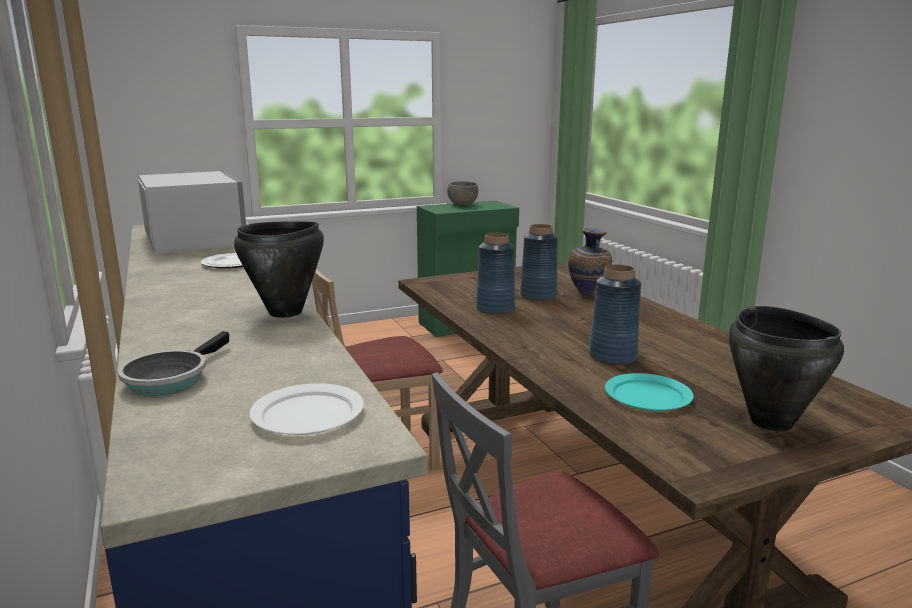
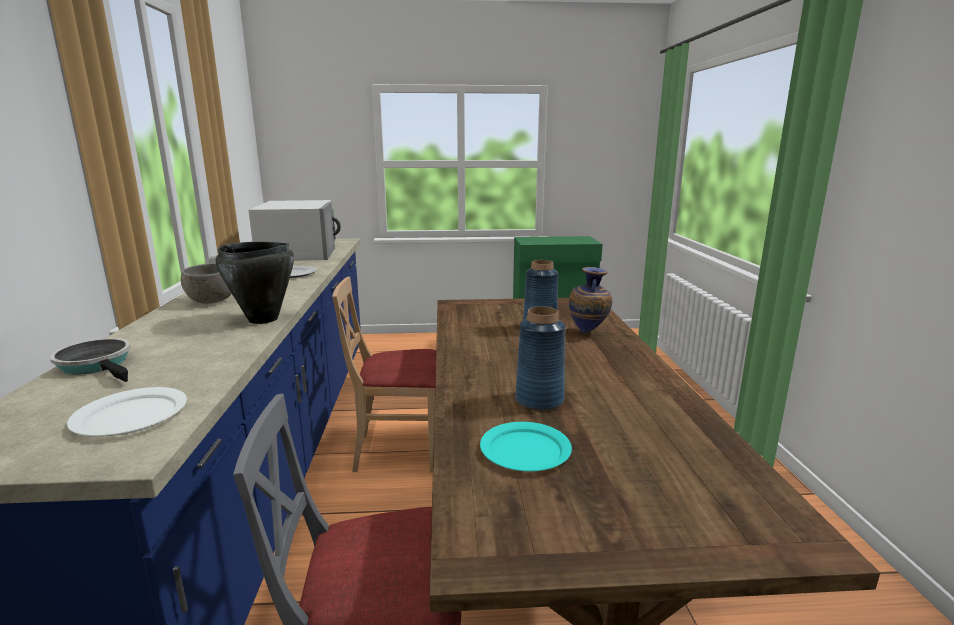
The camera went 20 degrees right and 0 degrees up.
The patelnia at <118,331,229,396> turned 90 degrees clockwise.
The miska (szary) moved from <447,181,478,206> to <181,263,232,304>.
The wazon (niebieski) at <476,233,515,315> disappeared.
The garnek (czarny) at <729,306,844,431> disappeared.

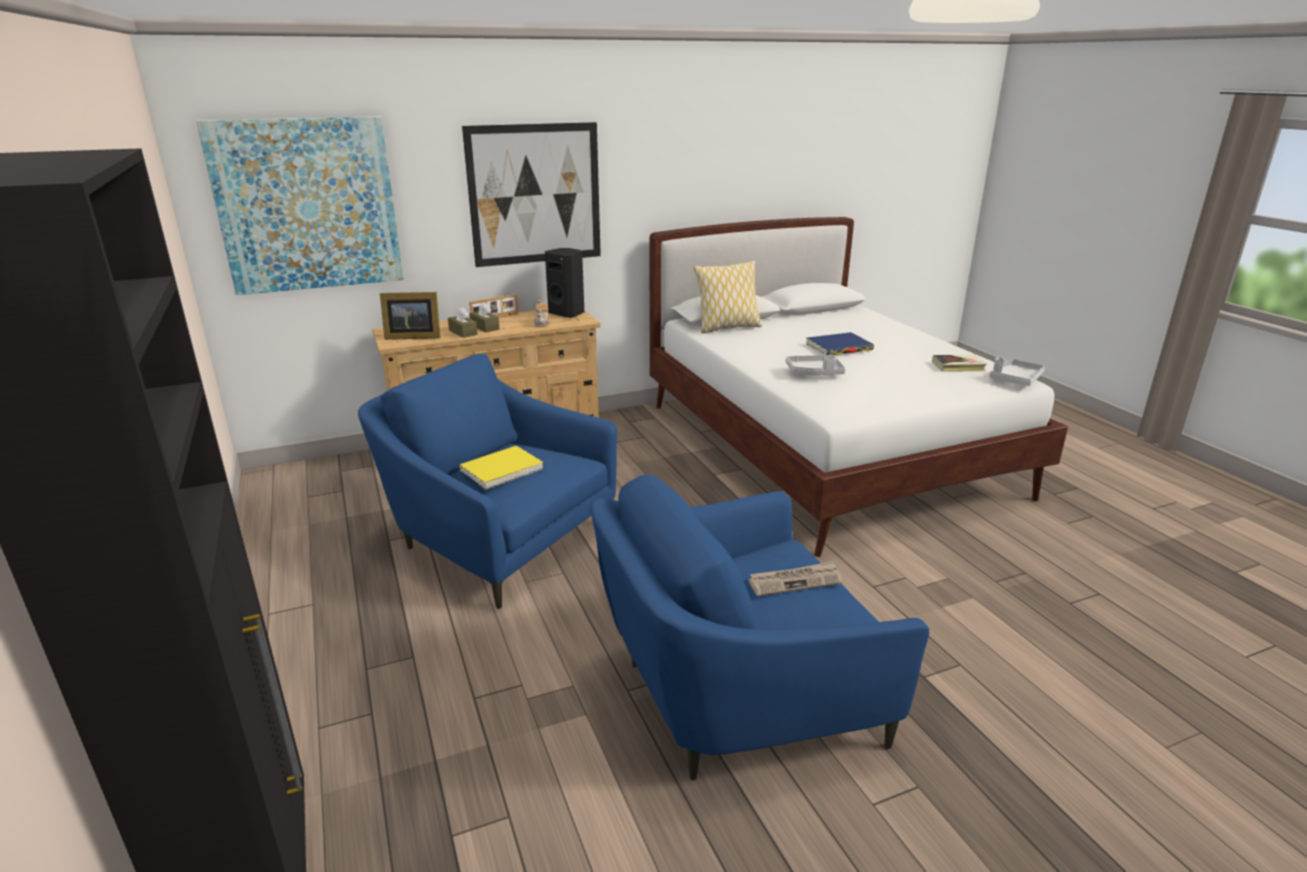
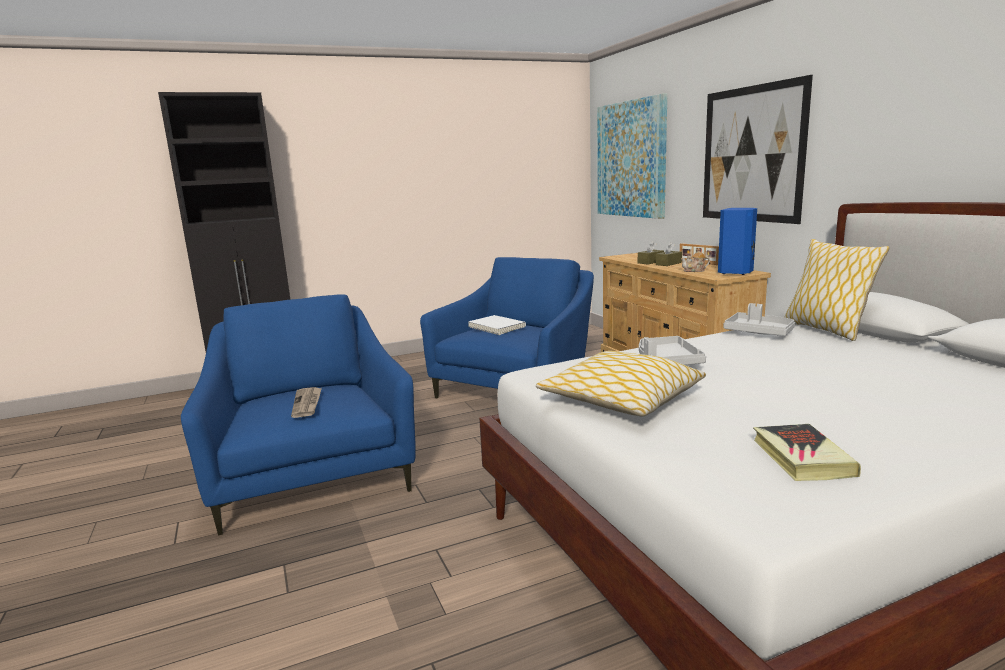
The camera went 90 degrees right and 10 degrees down.
The książka (żółty) at <459,446,543,490> became the książka (biały) at <468,315,526,335>.
The poduszka at <536,351,706,416> appeared.
The głośnik (czarny) at <545,248,584,318> became the głośnik (niebieski) at <718,208,757,275>.
The taca (szary) moved from <989,356,1045,386> to <724,303,795,336>.
The ramka na zdjęcie at <380,292,440,340> disappeared.
The książka (niebieski) at <806,332,874,355> disappeared.

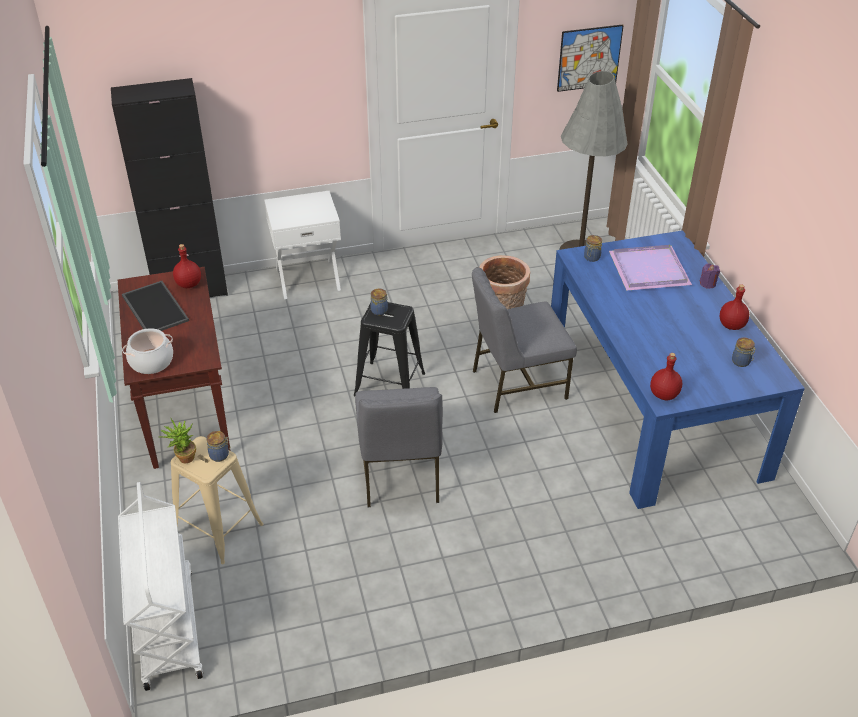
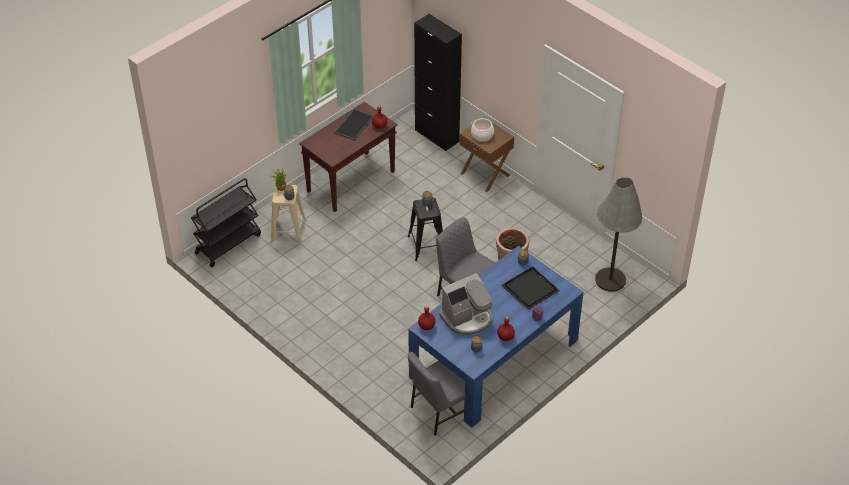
The camera went 60 degrees right and 5 degrees up.
The wózek (biały) at <118,482,203,691> became the wózek (czarny) at <191,178,261,267>.
The krzesło (szary) moved from <355,387,443,507> to <408,352,466,436>.
The ekspres do kawy at <439,273,493,335> appeared.
The szafka nocna (biały) at <264,191,341,299> became the szafka nocna (brązowy) at <459,117,514,192>.
The garnek moved from <122,328,173,374> to <471,118,494,142>.
The taca (fioletowy) at <609,245,692,291> became the taca (czarny) at <501,266,560,310>.
The obraz at <557,24,624,92> disappeared.

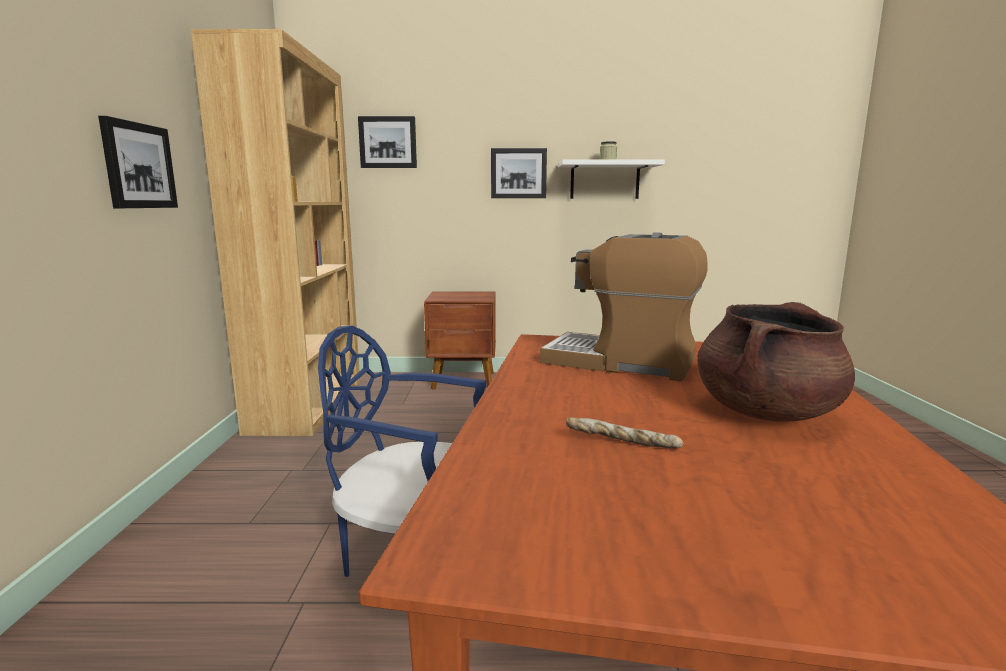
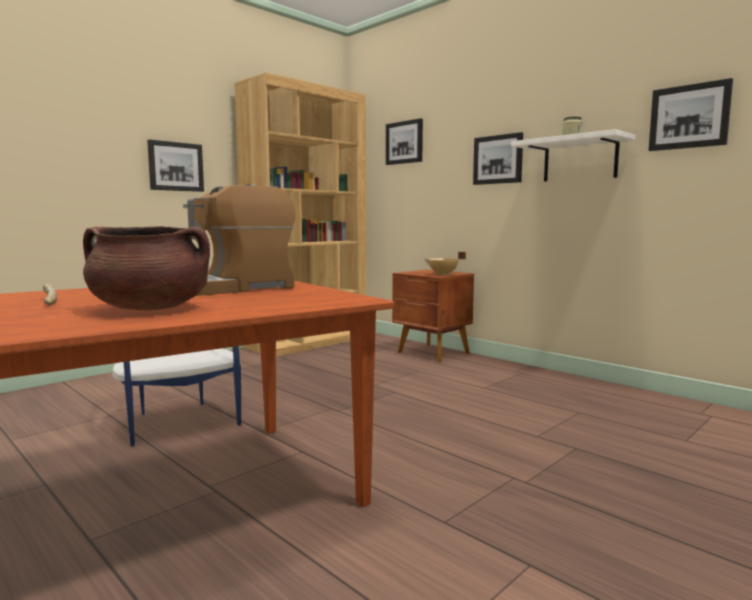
The camera went 45 degrees right and 5 degrees down.
The ekspres do kawy at <540,233,708,381> turned 105 degrees counterclockwise.
The garnek (beżowy) at <424,252,466,275> appeared.
The obraz at <649,78,733,151> appeared.

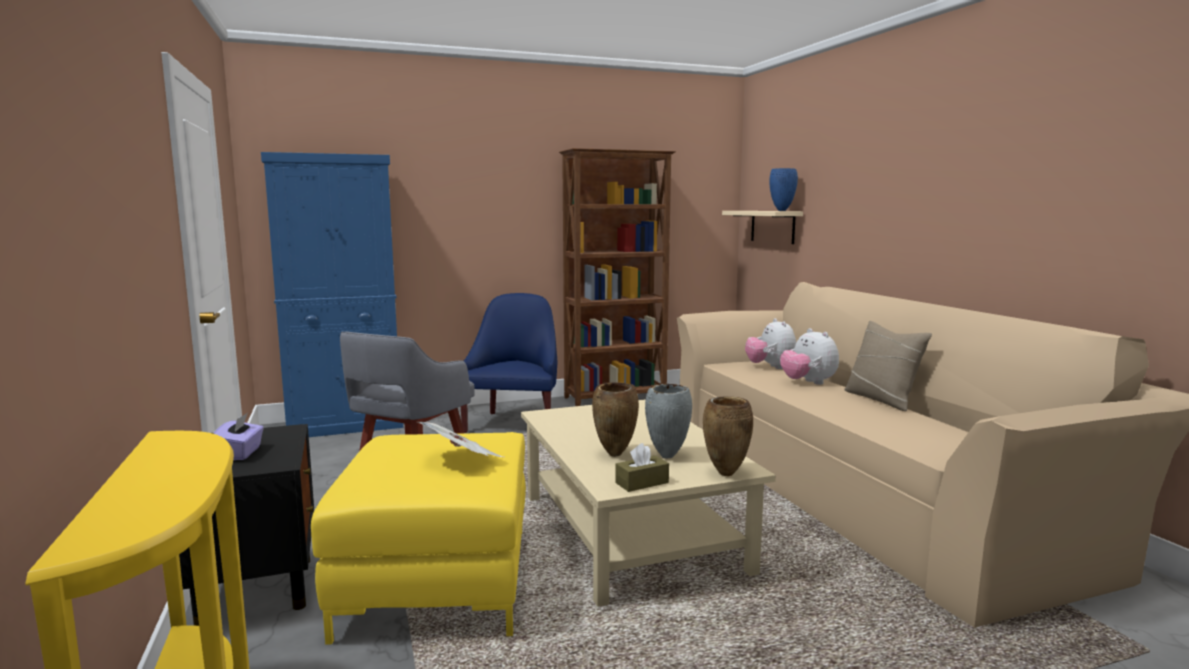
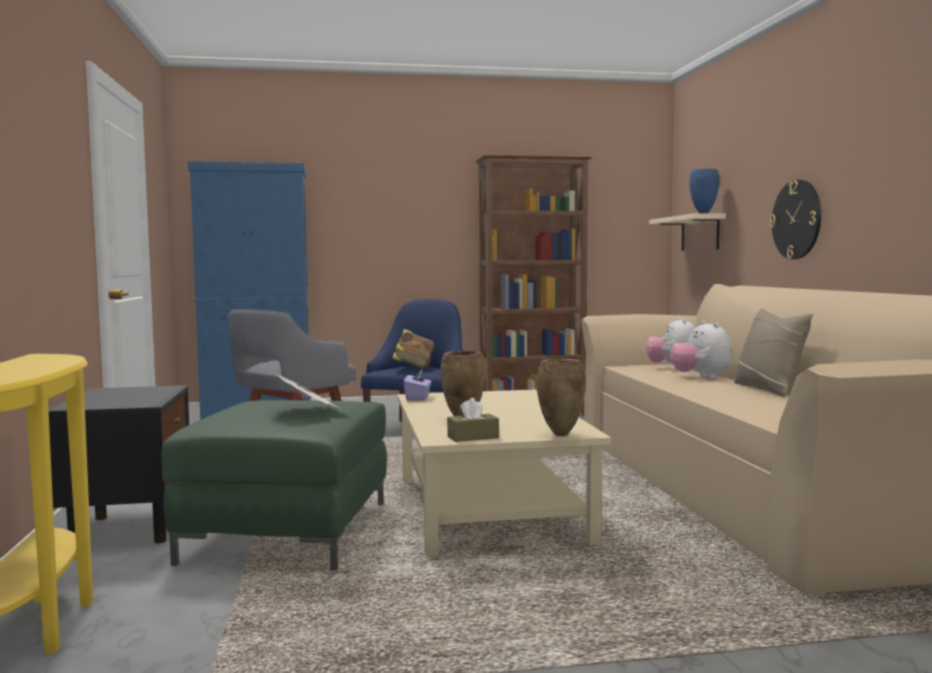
The camera went 10 degrees right and 5 degrees down.
The pufa (żółty) at <311,432,526,645> became the pufa (zielony) at <161,400,387,570>.
The książka at <392,329,434,369> appeared.
The pudełko chusteczek (fioletowy) moved from <213,413,264,460> to <404,369,431,401>.
The zegar ścienny at <770,180,821,259> appeared.
The wazon (szary) at <645,384,692,459> disappeared.

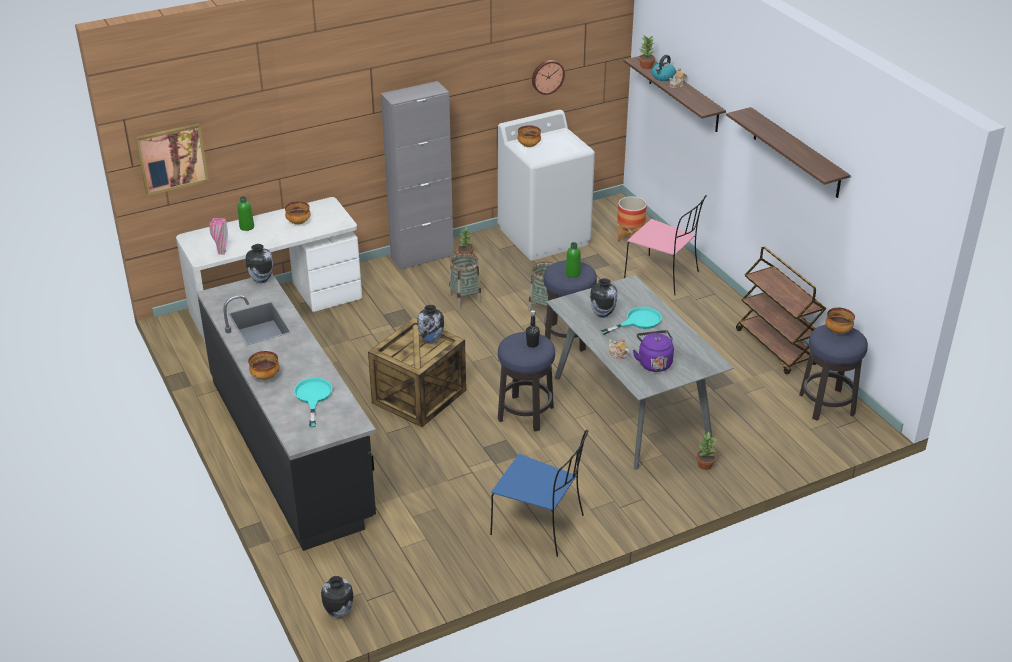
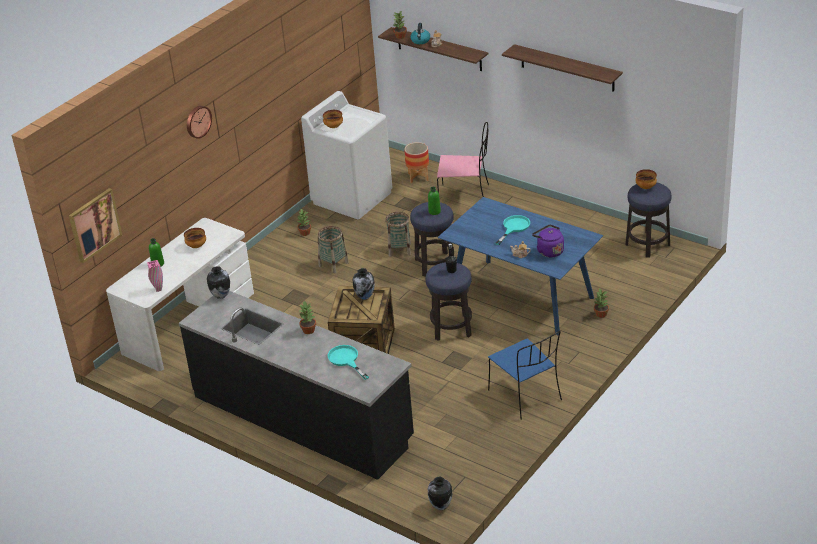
The camera went 25 degrees left and 0 degrees up.
The zegar ścienny moved from <532,60,565,95> to <187,106,212,139>.
The roślina doniczkowa at <299,300,316,334> appeared.
The stół jadalny (szary) at <546,275,734,470> became the stół jadalny (niebieski) at <438,197,603,336>.
The krzesło (niebieski) at <490,430,588,557> turned 60 degrees clockwise.
The miska at <248,351,280,380> disappeared.
The szafka (szary) at <381,81,454,270> disappeared.
The wazon at <590,278,617,318> disappeared.
The wózek (brązowy) at <736,246,826,374> disappeared.

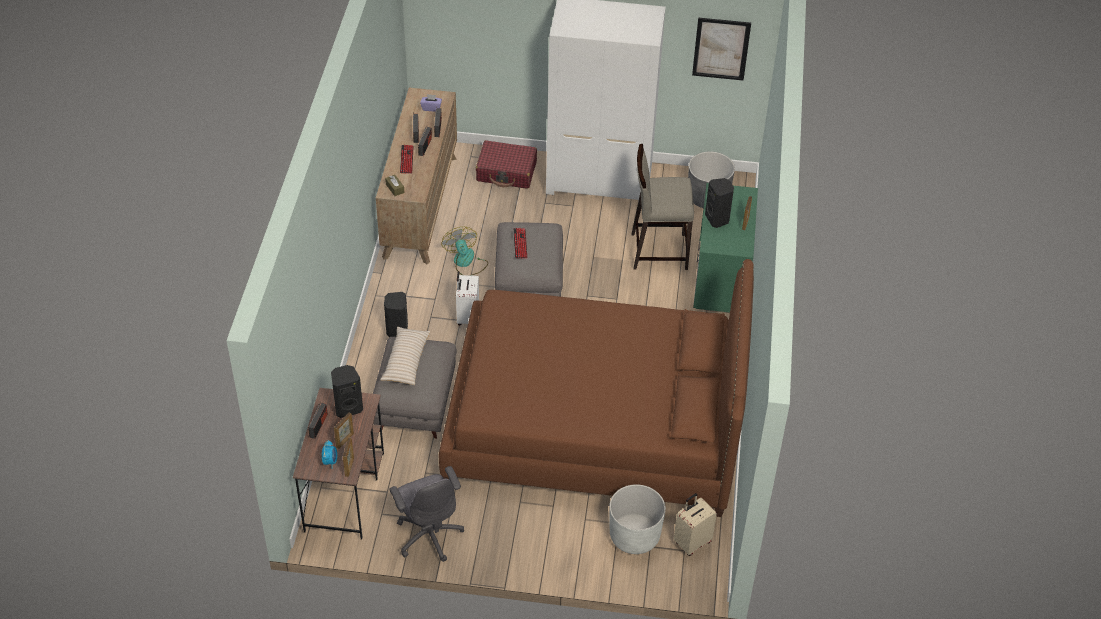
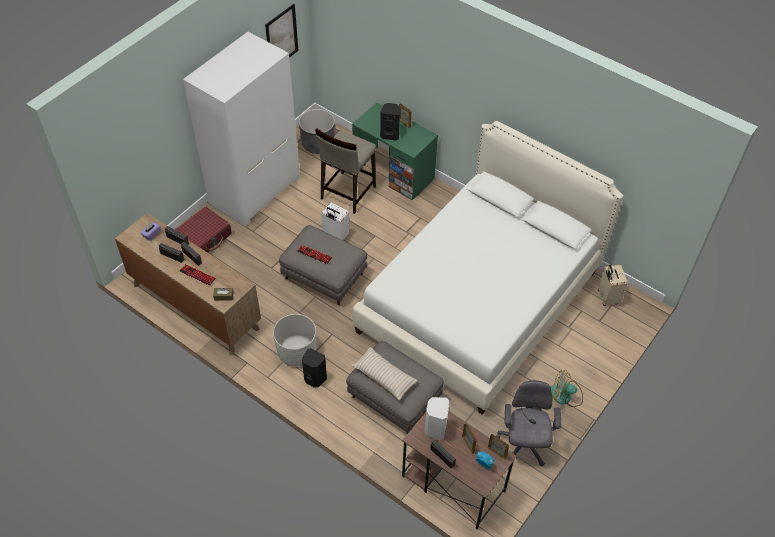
The camera went 60 degrees left and 5 degrees up.
The donica (biały) moved from <609,484,666,554> to <273,314,316,367>.
The walizka (biały) moved from <456,271,479,325> to <321,203,350,240>.
The łóżko (brązowy) at <439,259,754,517> became the łóżko (biały) at <353,121,623,415>.
The głośnik (czarny) at <331,365,363,418> became the głośnik (biały) at <424,397,449,440>.
The krzesło biurowe (szary) at <390,466,464,562> turned 90 degrees counterclockwise.
The wentylator moved from <442,227,488,276> to <550,370,583,407>.

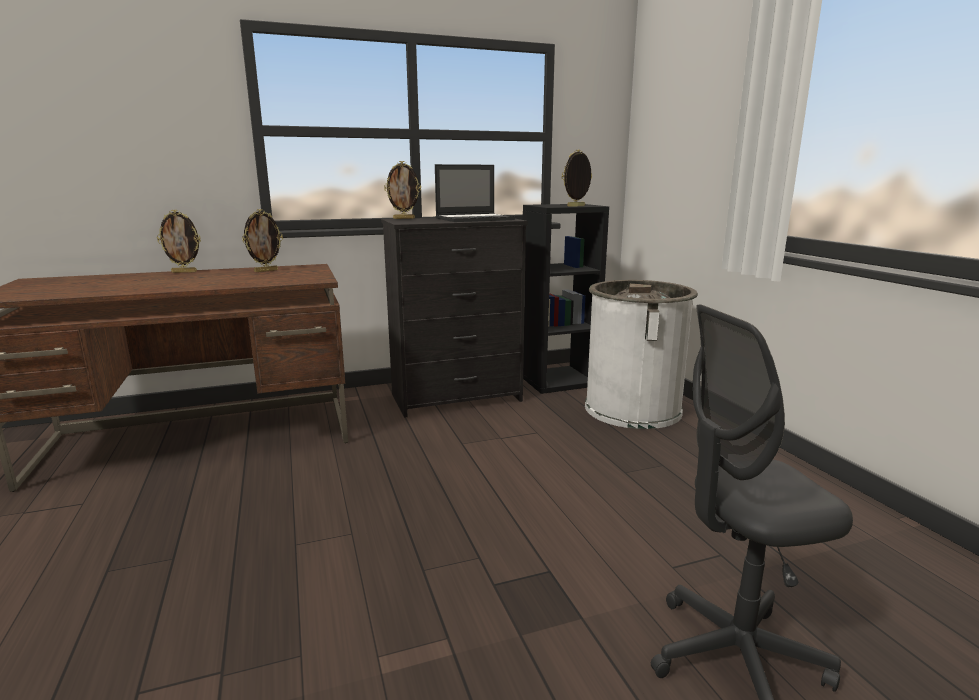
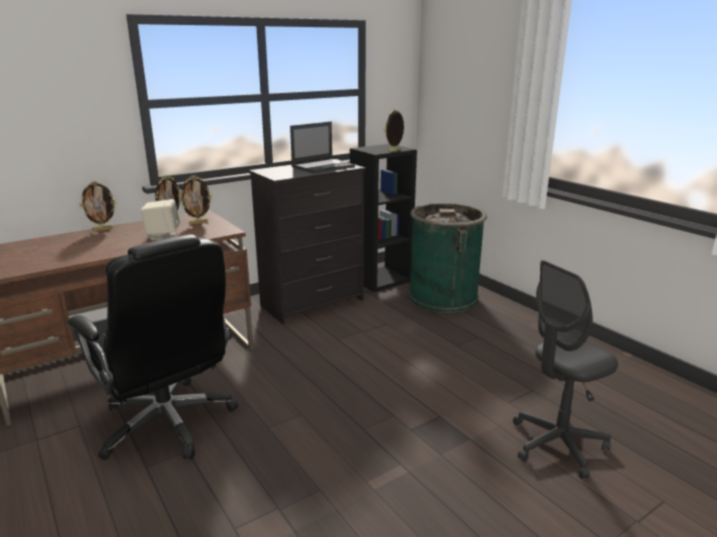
The camera went 15 degrees left and 5 degrees up.
The krzesło biurowe (czarny) at <67,234,238,460> appeared.
The głośnik (beżowy) at <140,199,180,240> appeared.
The ramka na zdjęcie moved from <384,161,421,219> to <179,175,213,225>.
The kosz na śmieci (biały) at <585,280,698,429> became the kosz na śmieci (zielony) at <409,203,487,313>.

